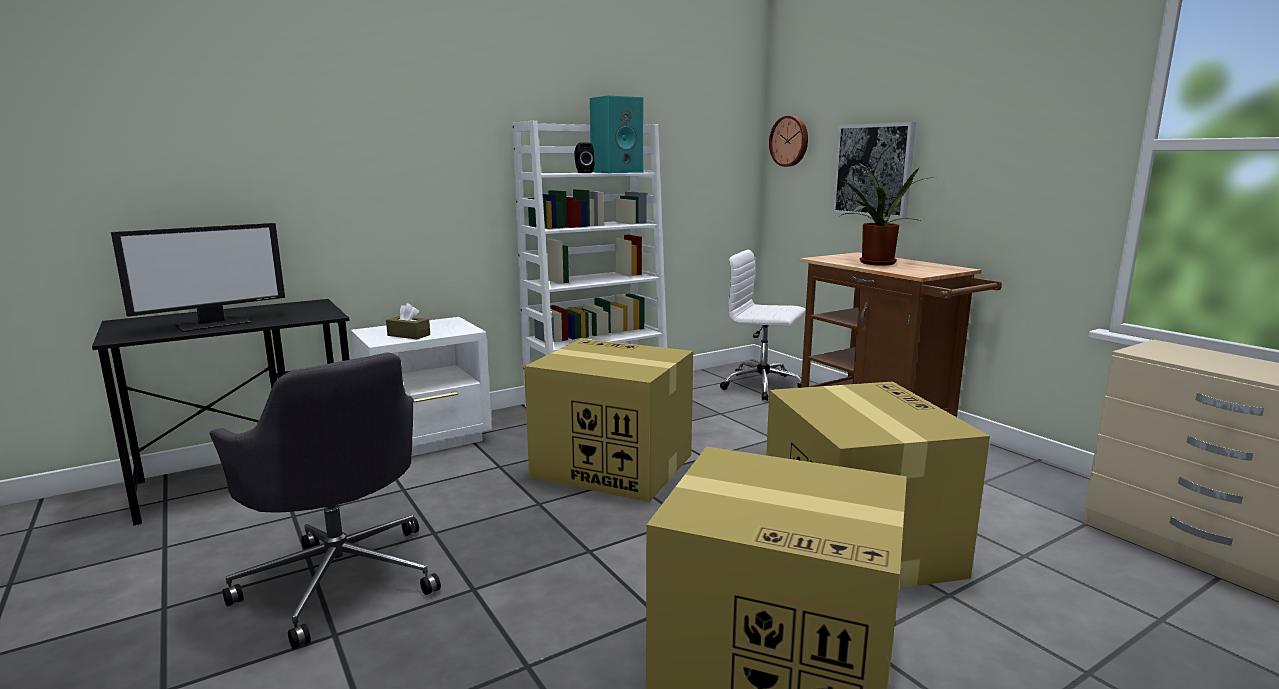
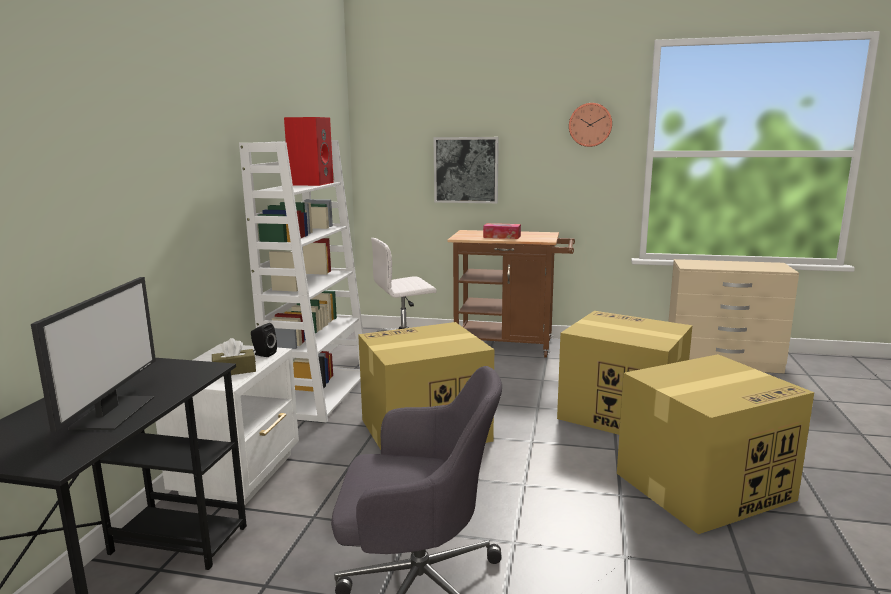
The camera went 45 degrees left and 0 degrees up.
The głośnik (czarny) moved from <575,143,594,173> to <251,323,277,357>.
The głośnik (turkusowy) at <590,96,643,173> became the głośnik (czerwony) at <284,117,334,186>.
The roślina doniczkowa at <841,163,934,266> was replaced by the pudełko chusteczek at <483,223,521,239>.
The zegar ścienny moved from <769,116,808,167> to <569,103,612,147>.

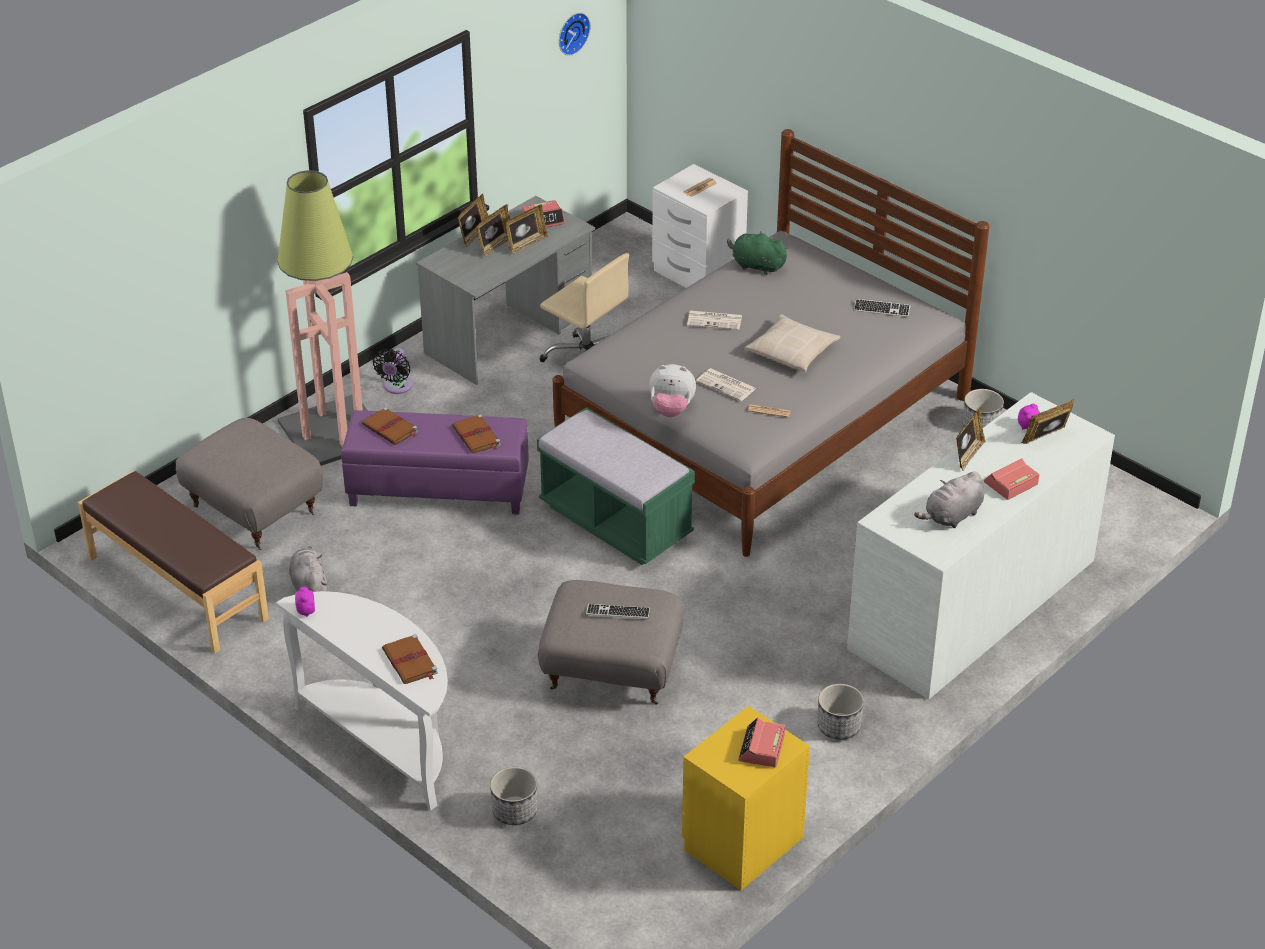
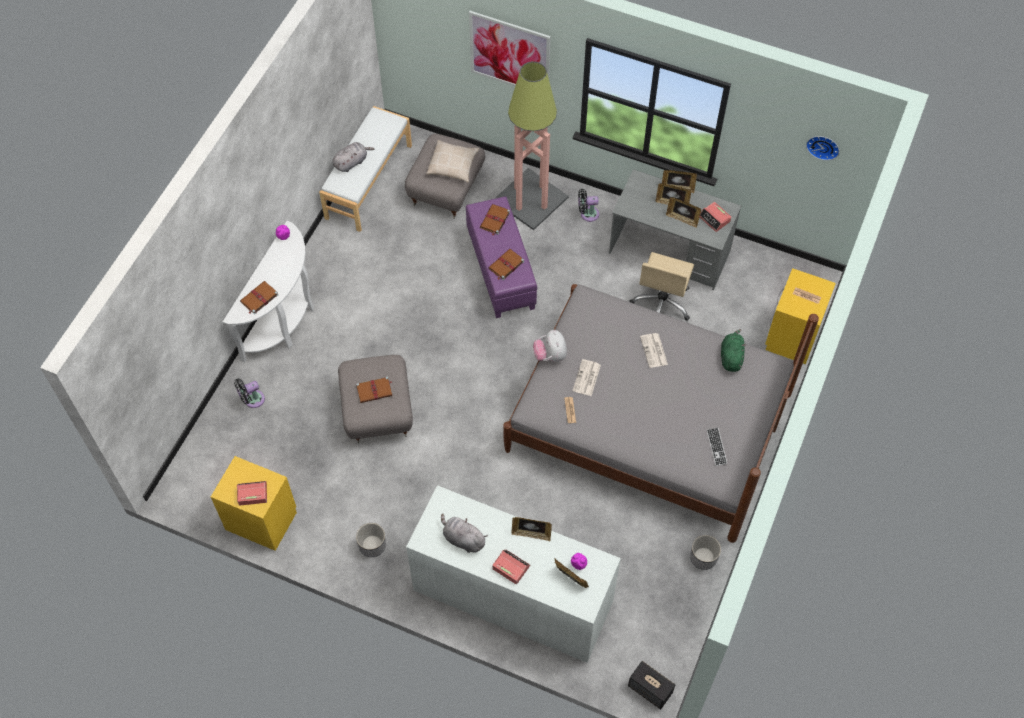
The camera went 70 degrees right and 20 degrees up.
The donica at <490,767,537,825> was replaced by the wentylator (czarny) at <234,378,265,408>.
The ławka (brązowy) at <78,471,269,654> became the ławka (biały) at <319,106,412,232>.
The pluszak (szary) moved from <289,546,327,592> to <332,142,374,172>.
The klawiatura at <586,604,650,620> was replaced by the książka (brązowy) at <356,377,392,403>.
The poduszka (beżowy) moved from <745,314,840,372> to <426,140,479,183>.
The obraz at <469,11,551,86> appeared.
The głośnik at <628,661,675,710> appeared.
The szafka nocna (biały) at <652,164,748,288> became the szafka nocna (żółty) at <765,268,836,364>.
The ławka (zielony) at <537,407,695,565> disappeared.

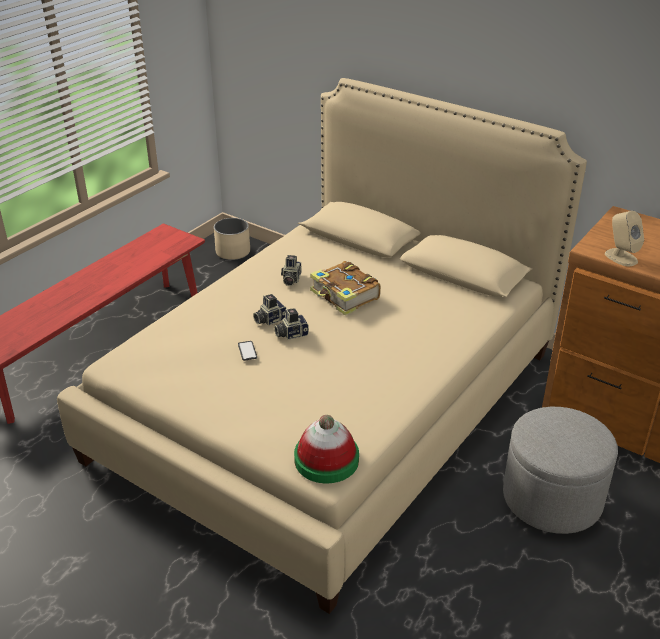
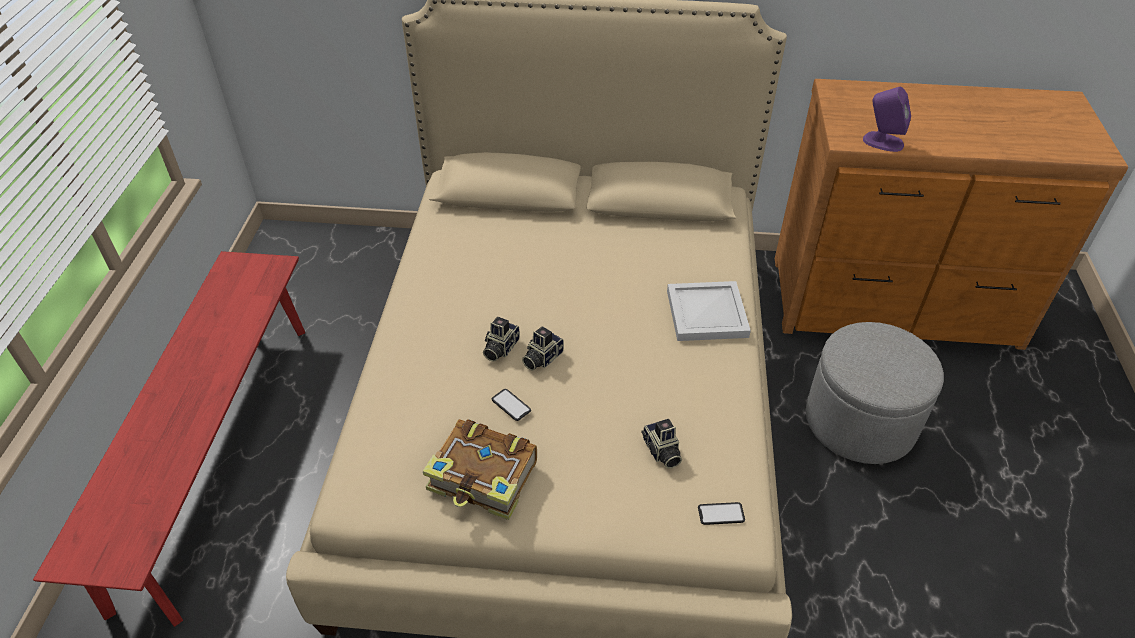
The camera went 30 degrees left and 10 degrees up.
The książka moved from <310,261,381,315> to <423,419,537,520>.
The aparat fotograficzny moved from <281,255,301,286> to <641,419,682,469>.
The taca (biały) at <667,281,751,341> appeared.
The kapelusz at <294,415,359,483> was replaced by the telefon at <698,502,745,525>.
The głośnik (beżowy) at <605,211,644,266> became the głośnik (fioletowy) at <863,87,911,152>.
The donica (beżowy) at <214,218,250,260> disappeared.

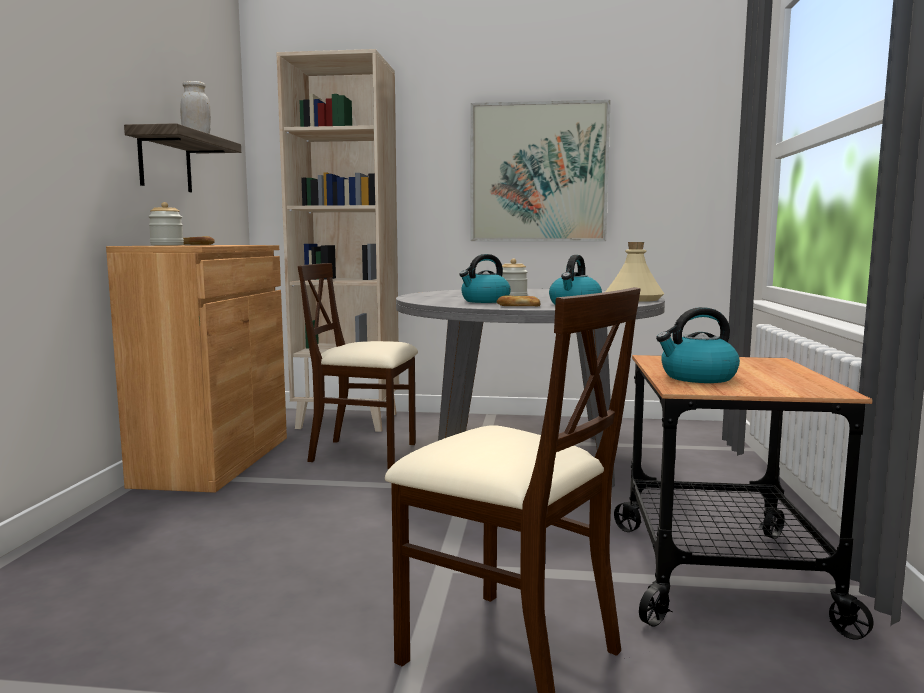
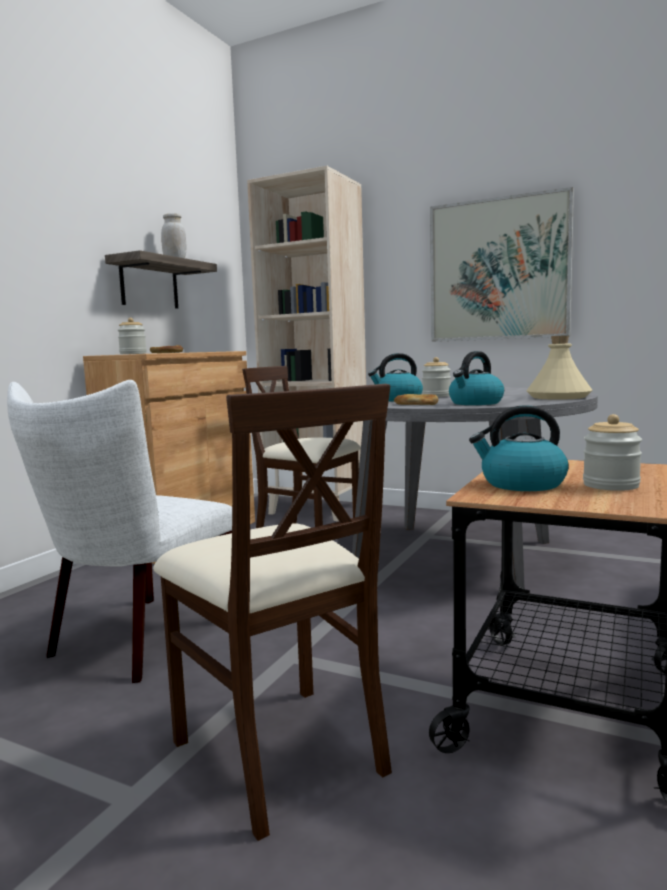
The camera went 20 degrees right and 0 degrees up.
The krzesło (biały) at <7,380,232,683> appeared.
The słoik at <583,414,642,491> appeared.

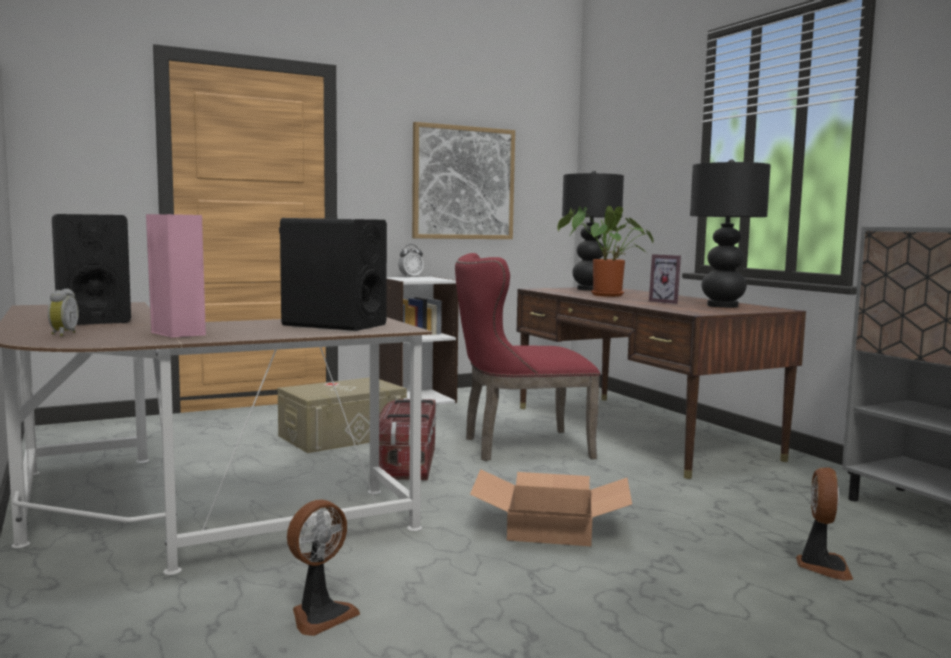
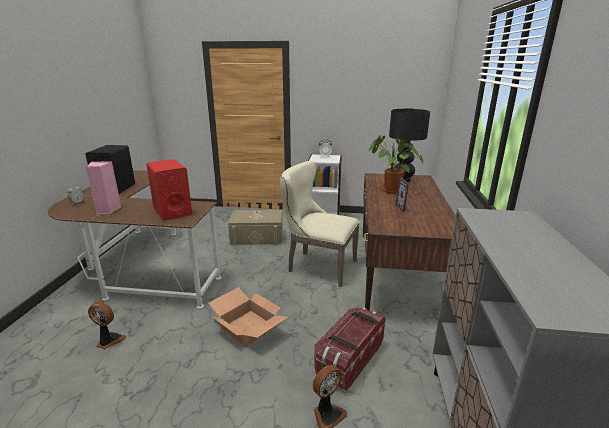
The camera went 35 degrees right and 15 degrees up.
The wentylator at <287,500,360,636> turned 150 degrees counterclockwise.
The głośnik (czarny) at <279,218,387,331> became the głośnik (czerwony) at <147,159,192,221>.
The krzesło (czerwony) at <455,253,600,461> became the krzesło (beżowy) at <280,161,360,287>.
The pojemnik do przechowywania moved from <379,398,437,480> to <314,307,386,391>.
The obraz at <412,122,515,239> disappeared.
The lampa stołowa (czarny) at <690,159,771,308> disappeared.

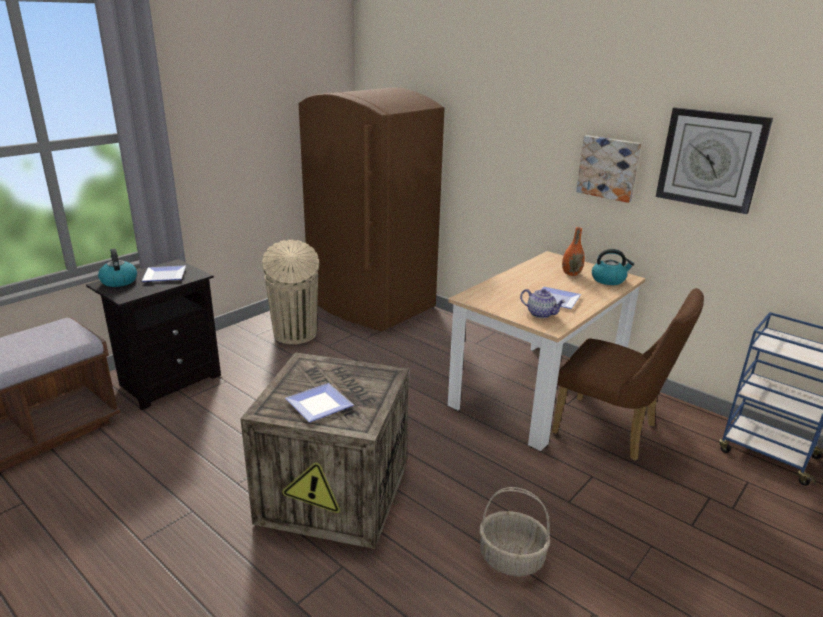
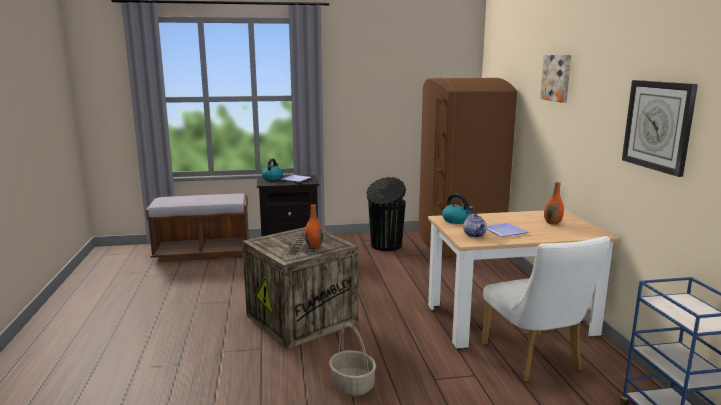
The camera went 40 degrees right and 10 degrees down.
The wazon (pomarańczowy) at <304,205,323,248> appeared.
The kosz na śmieci (beżowy) at <262,240,319,344> became the kosz na śmieci (czarny) at <366,177,406,251>.
The czajnik moved from <592,249,634,285> to <442,194,473,224>.
The krzesło (brązowy) at <552,288,704,461> became the krzesło (biały) at <482,236,610,381>.
The obraz moved from <576,135,641,203> to <540,55,571,103>.
The talerz at <285,383,353,422> disappeared.

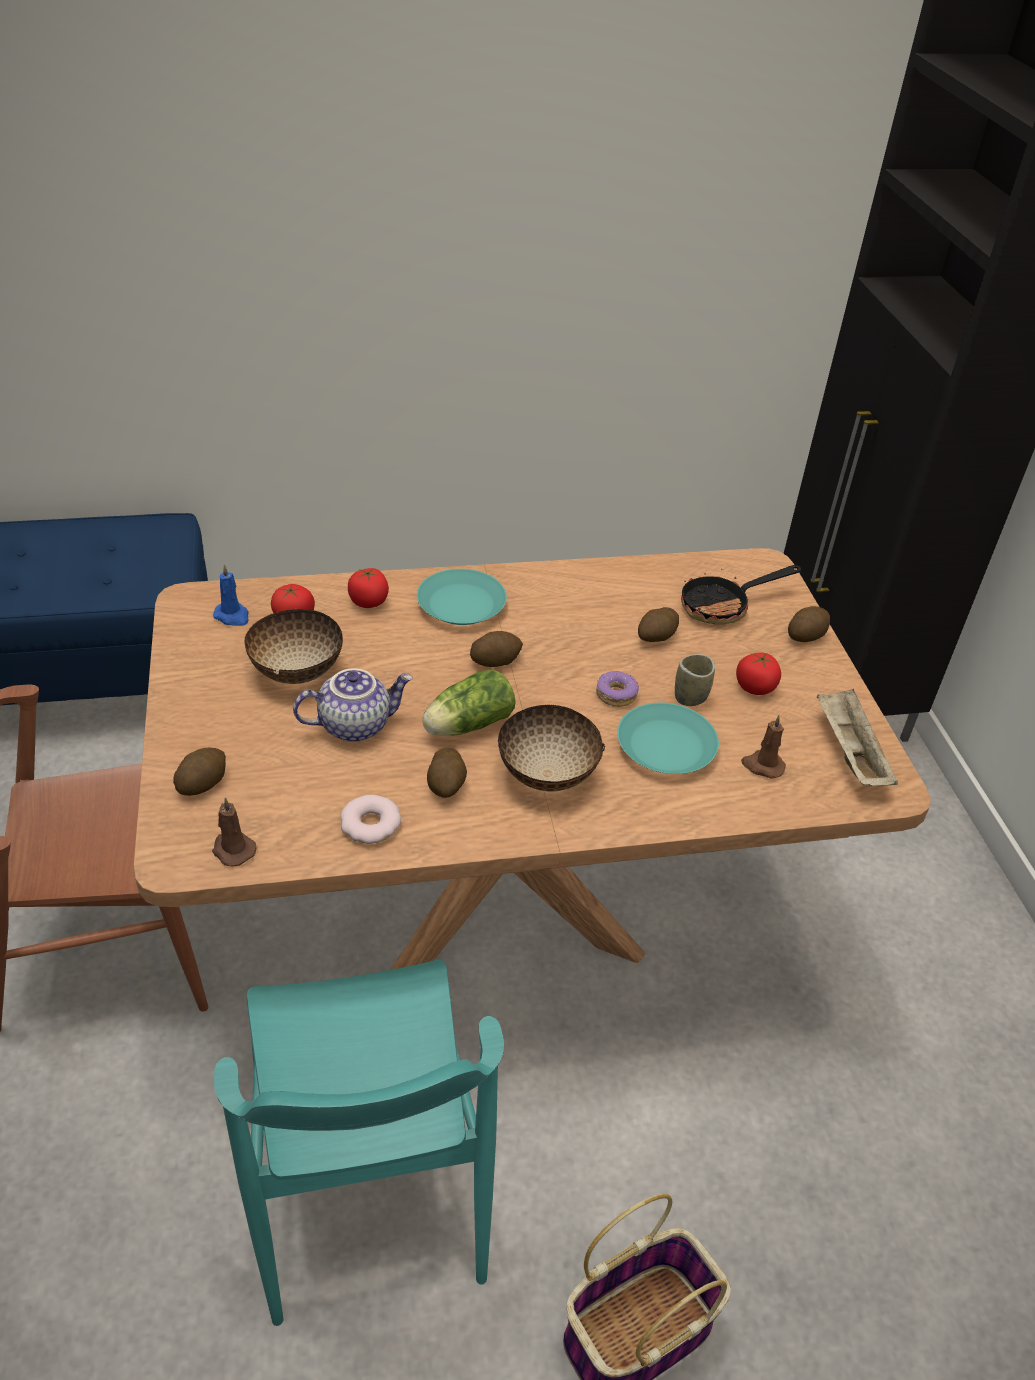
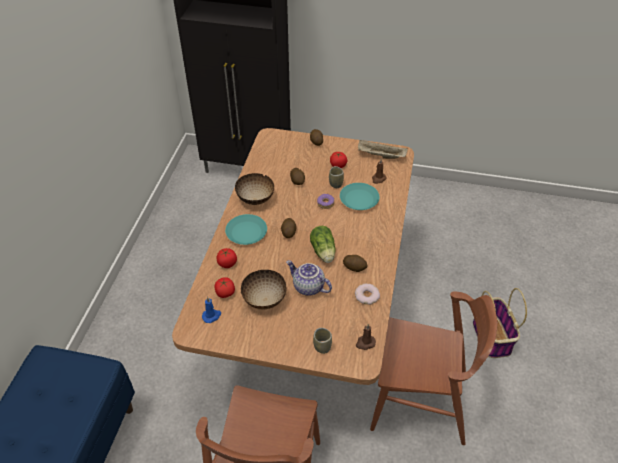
The camera went 65 degrees left and 5 degrees up.
The miska moved from <498,705,605,792> to <235,173,274,205>.
The imbryk at <293,668,413,742> turned 60 degrees counterclockwise.
The ziemniak at <173,747,226,796> was replaced by the filiżanka at <313,328,332,354>.
The krzesło (turkusowy) at <214,960,504,1326> became the krzesło (brązowy) at <370,291,497,445>.
The patelnia at <681,563,801,625> disappeared.

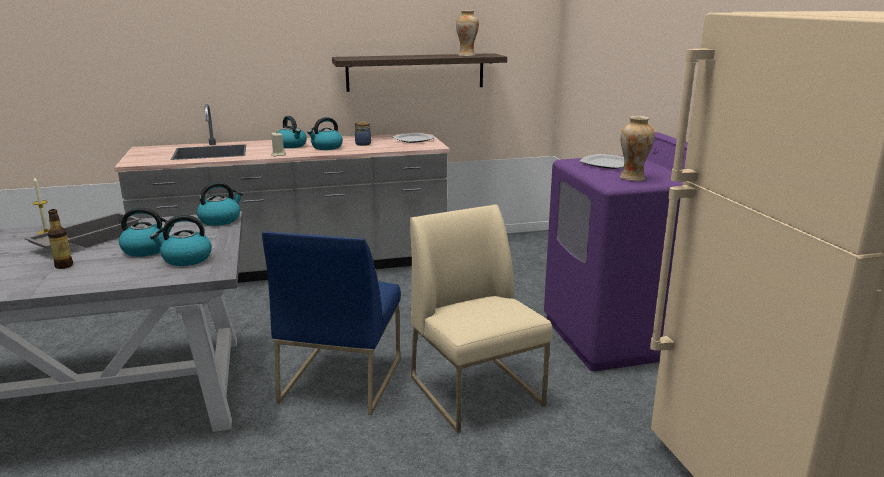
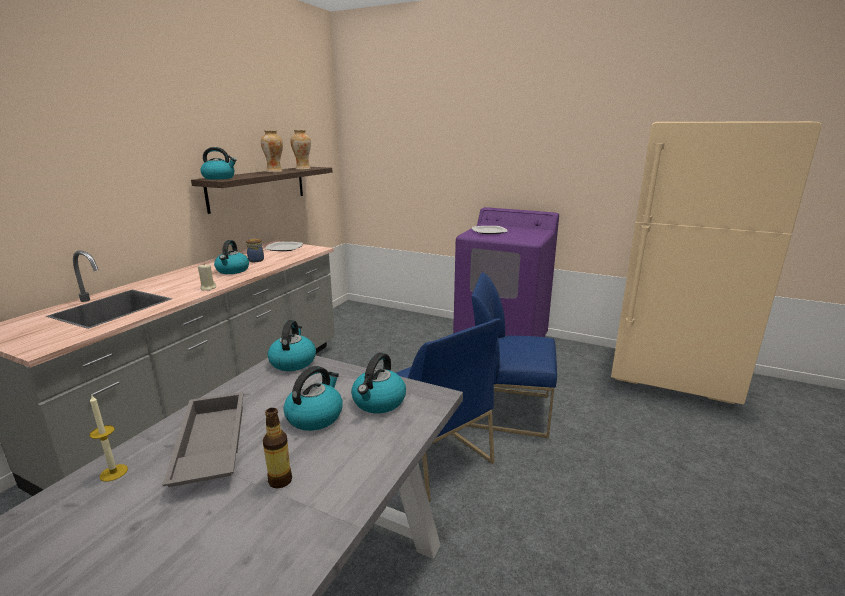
The camera went 50 degrees left and 0 degrees up.
The czajnik moved from <277,116,307,148> to <201,147,237,180>.
The wazon moved from <620,116,655,181> to <261,130,283,172>.
The krzesło (beżowy) at <410,204,553,433> became the krzesło (niebieski) at <467,272,557,438>.

